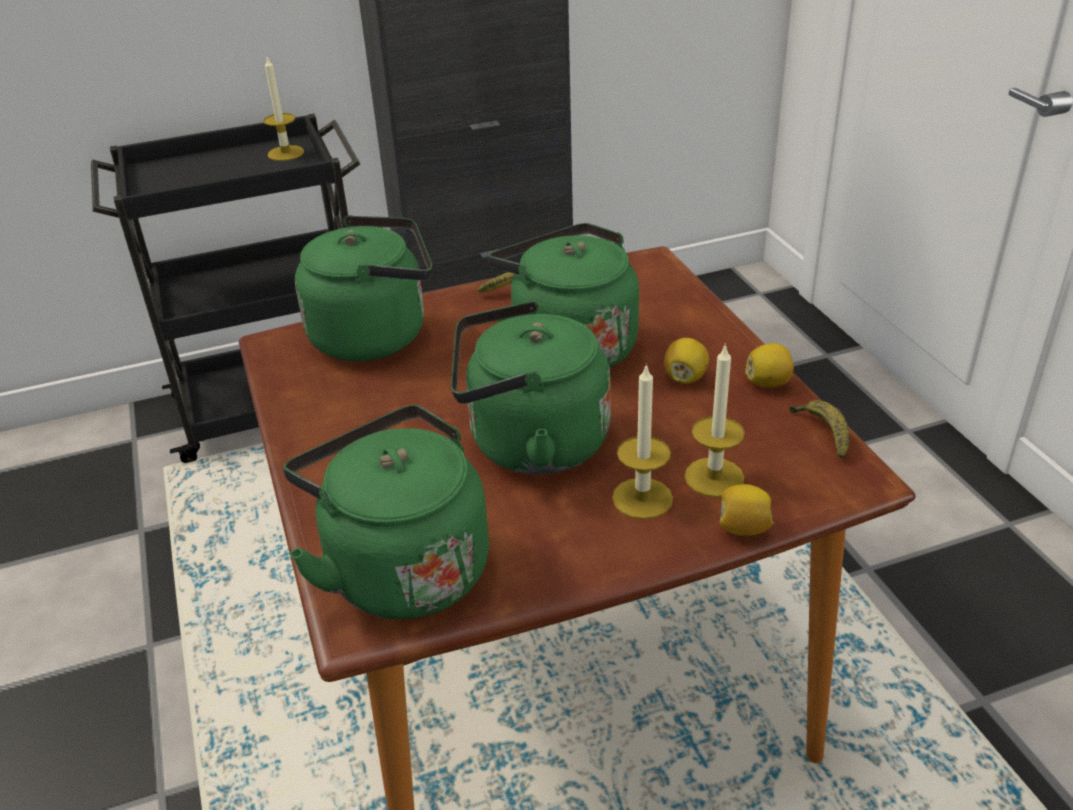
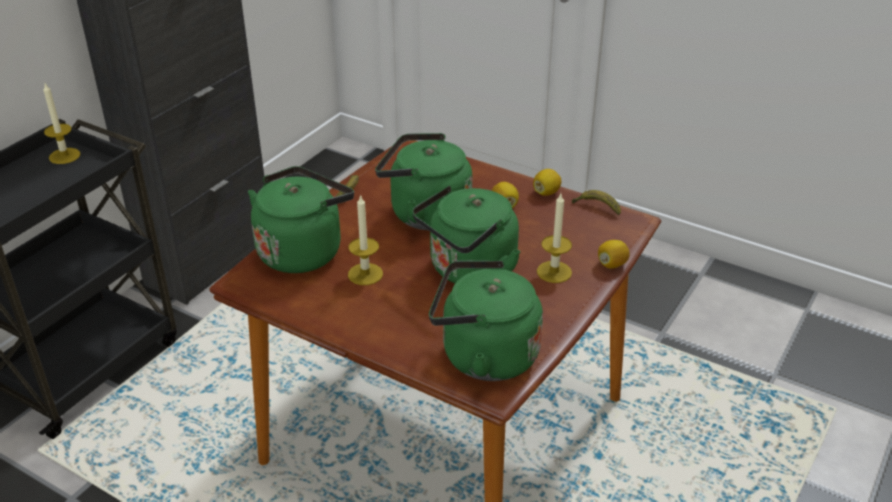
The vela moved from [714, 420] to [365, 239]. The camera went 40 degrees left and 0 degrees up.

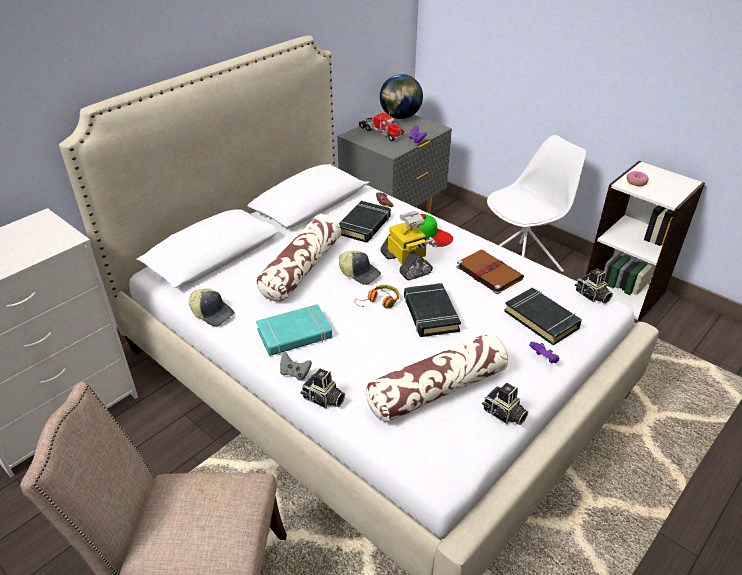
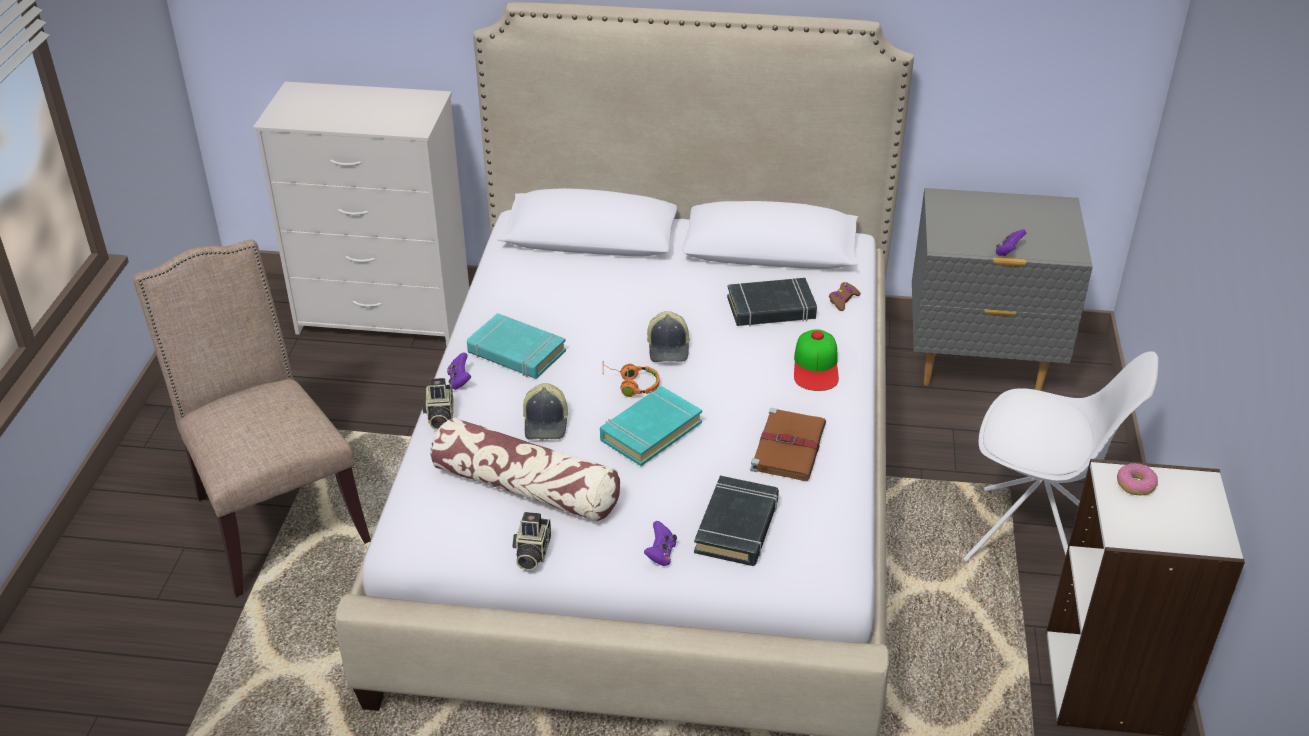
The cojín at [298, 258] disappeared. The camión de juguete at [382, 126] disappeared. The globo terráqueo at [401, 96] disappeared. The robot de juguete at [409, 245] disappeared. The cámara at [594, 286] disappeared. The gorra moved from [211, 307] to [545, 411]. The mando de consola/gris at [296, 366] became the mando de consola/morado at [459, 371]. The libro/negro at [432, 310] became the libro/turquesa at [651, 426]. The camera went 55 degrees right and 0 degrees up.

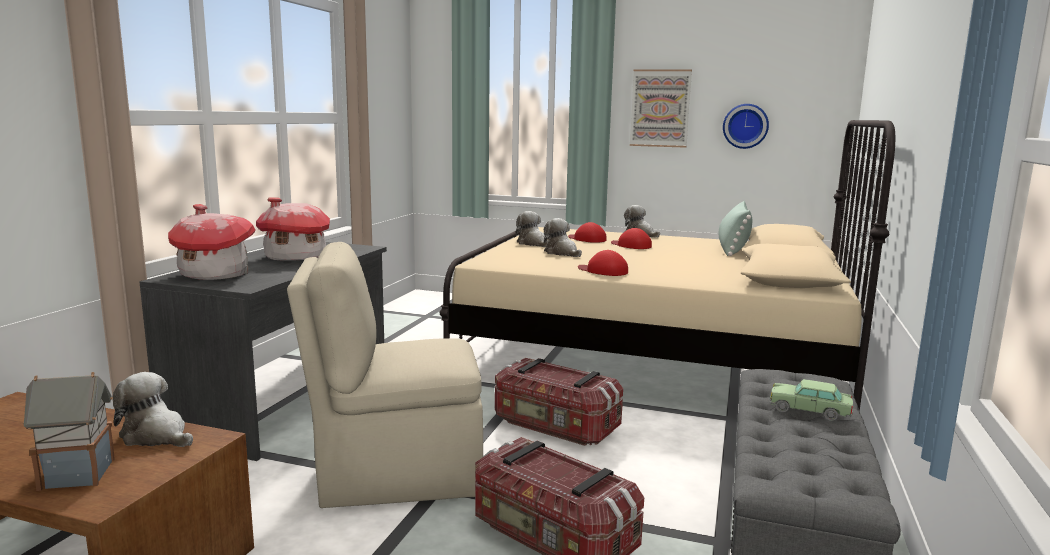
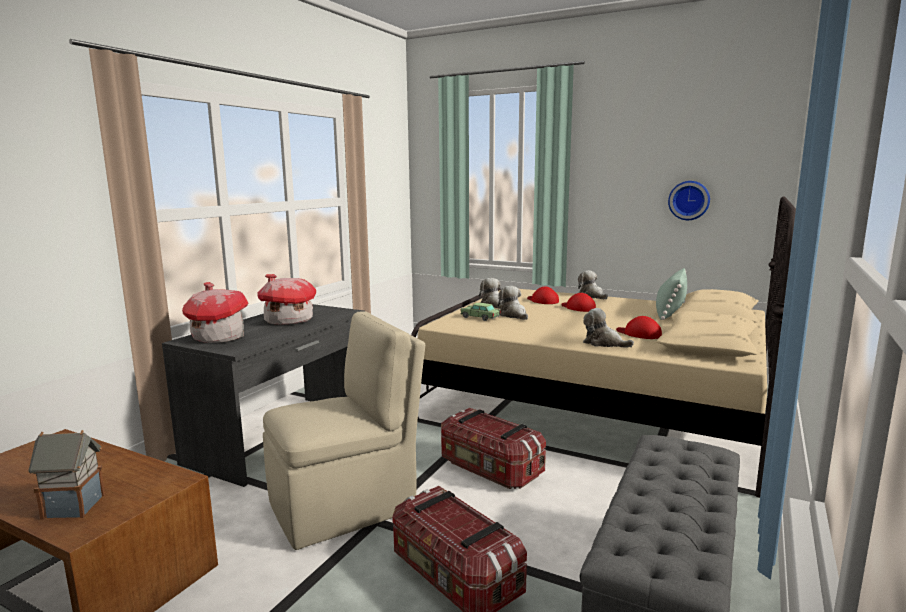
The cuadro at [661, 109] disappeared. The peluche moved from [153, 409] to [608, 328]. The gorra/rojo moved from [603, 263] to [639, 327]. The coche de juguete moved from [811, 400] to [480, 312]. The silla/beis at [385, 375] turned 150 degrees clockwise. The camera went 10 degrees right and 0 degrees up.

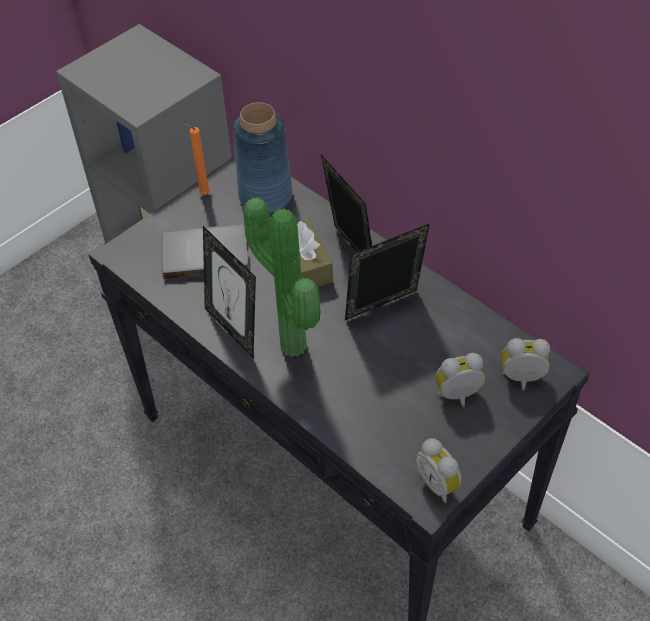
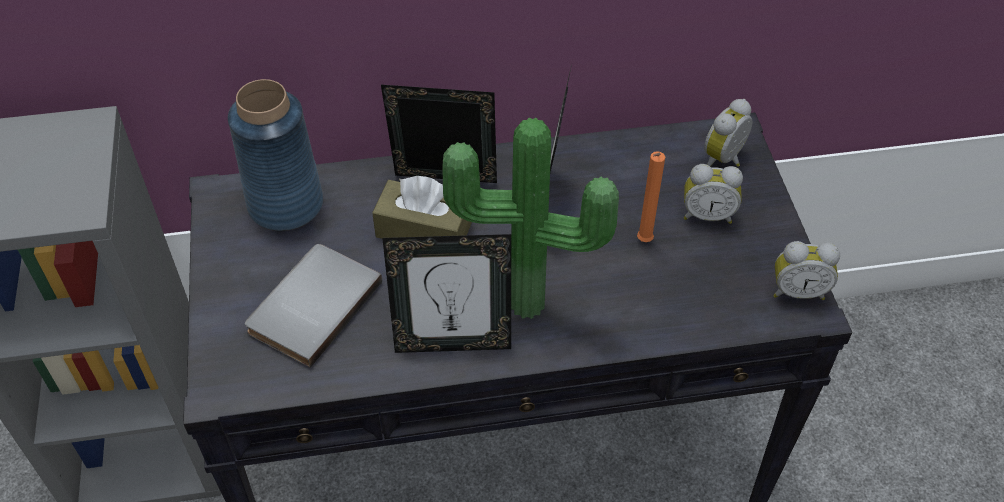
The vela/naranja moved from [196, 159] to [651, 196]. The despertador at [460, 380] turned 105 degrees counterclockwise. The camera went 55 degrees left and 0 degrees up.

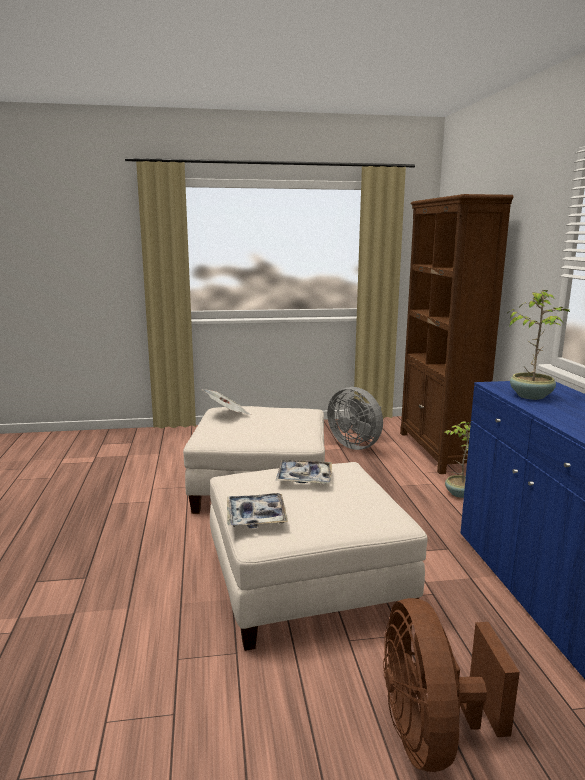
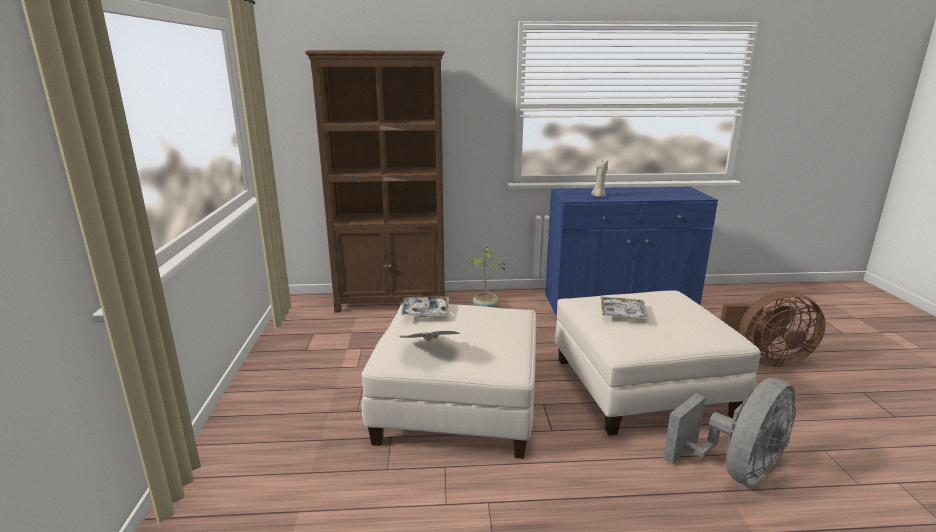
The bandeja moved from [257, 510] to [425, 306]. The ventilador/gris moved from [355, 418] to [729, 432]. The planta en maceta at [539, 345] was replaced by the vela/beis at [599, 177]. The camera went 85 degrees left and 5 degrees up.

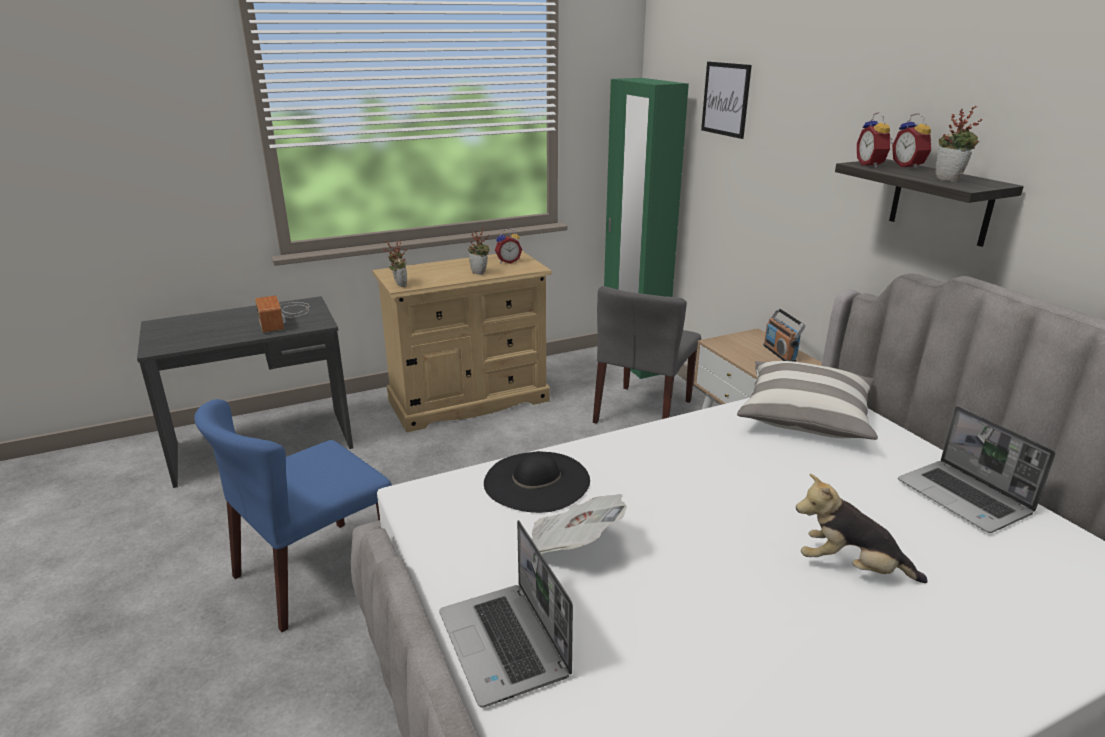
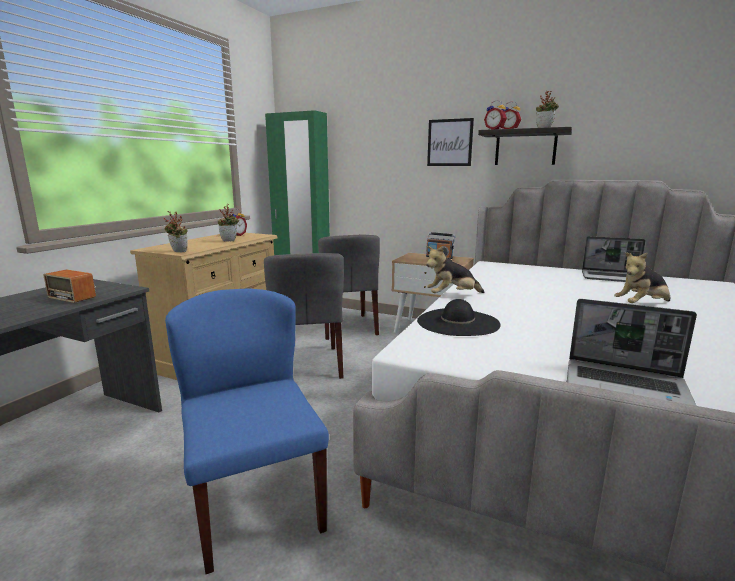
The periódico at [579, 523] disappeared. The cojín at [807, 400] disappeared. The silla/gris at [304, 316] appeared. The peluche at [455, 269] appeared. The cuadro moved from [726, 100] to [450, 142]. The silla/azul at [293, 515] turned 150 degrees clockwise. The camera went 40 degrees left and 10 degrees down.

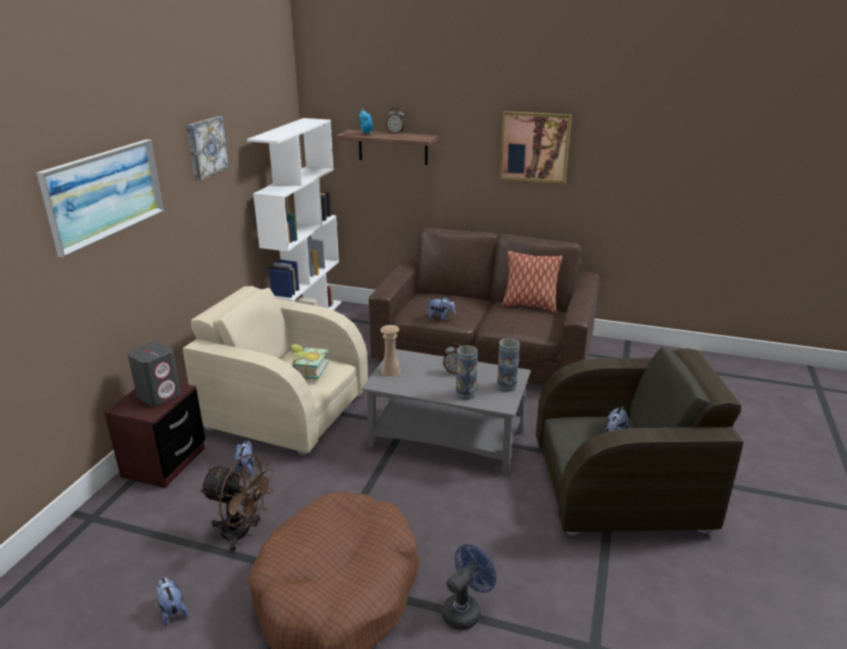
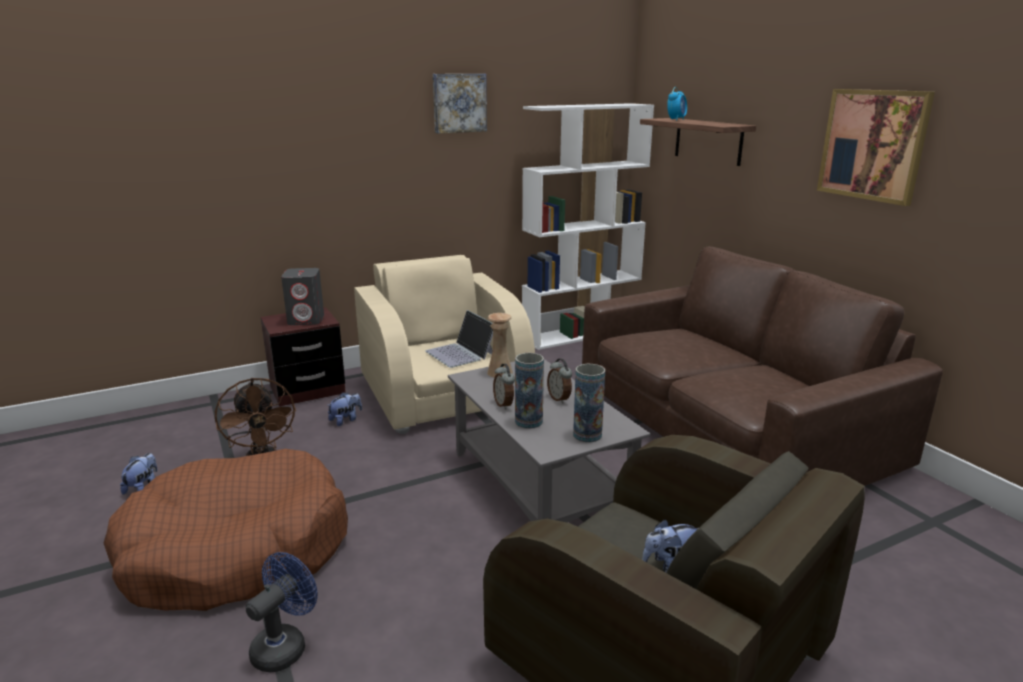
The cuadro at [100, 198] disappeared. The peluche at [442, 308] disappeared. The cojín at [532, 282] disappeared. The despertador moved from [395, 120] to [504, 387]. The libro at [310, 362] was replaced by the portátil at [459, 339]. The ventilador/azul at [468, 587] turned 60 degrees counterclockwise. The camera went 45 degrees right and 5 degrees down.

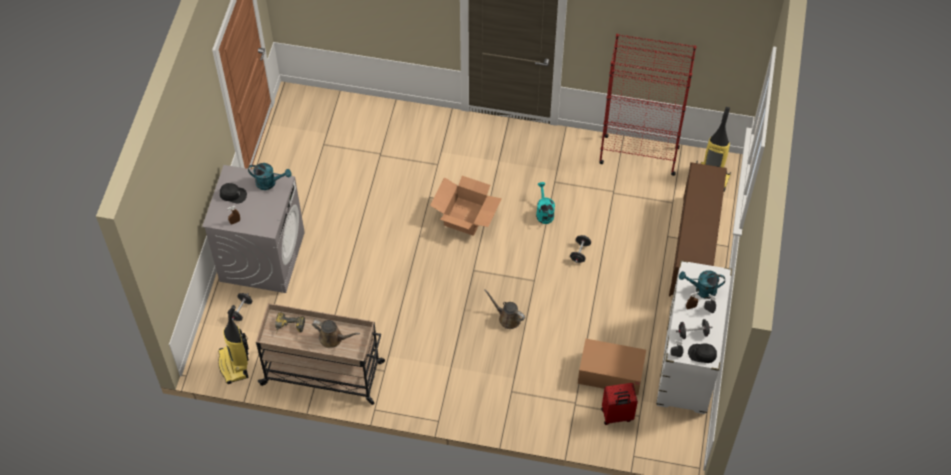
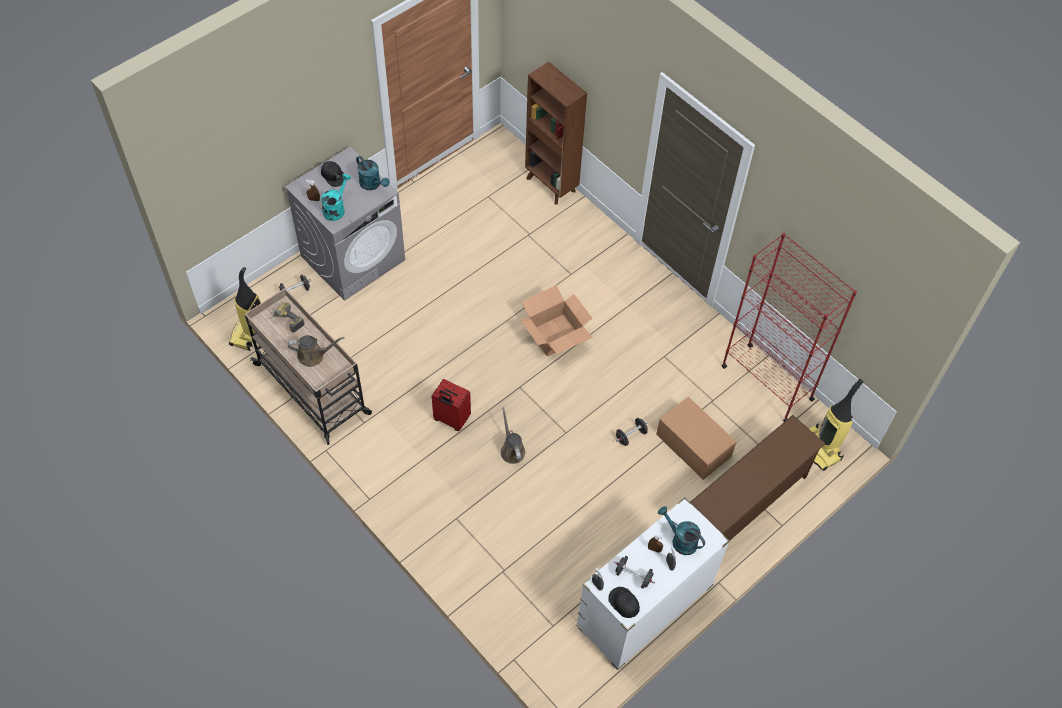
The estantería/marrón at [556, 133] appeared. The regadera/turquesa moved from [545, 203] to [336, 197]. The caja de cartón moved from [612, 367] to [696, 438]. The maleta/rojo moved from [619, 404] to [451, 405]. The regadera/marrón at [336, 334] turned 60 degrees counterclockwise. The camera went 35 degrees right and 0 degrees up.

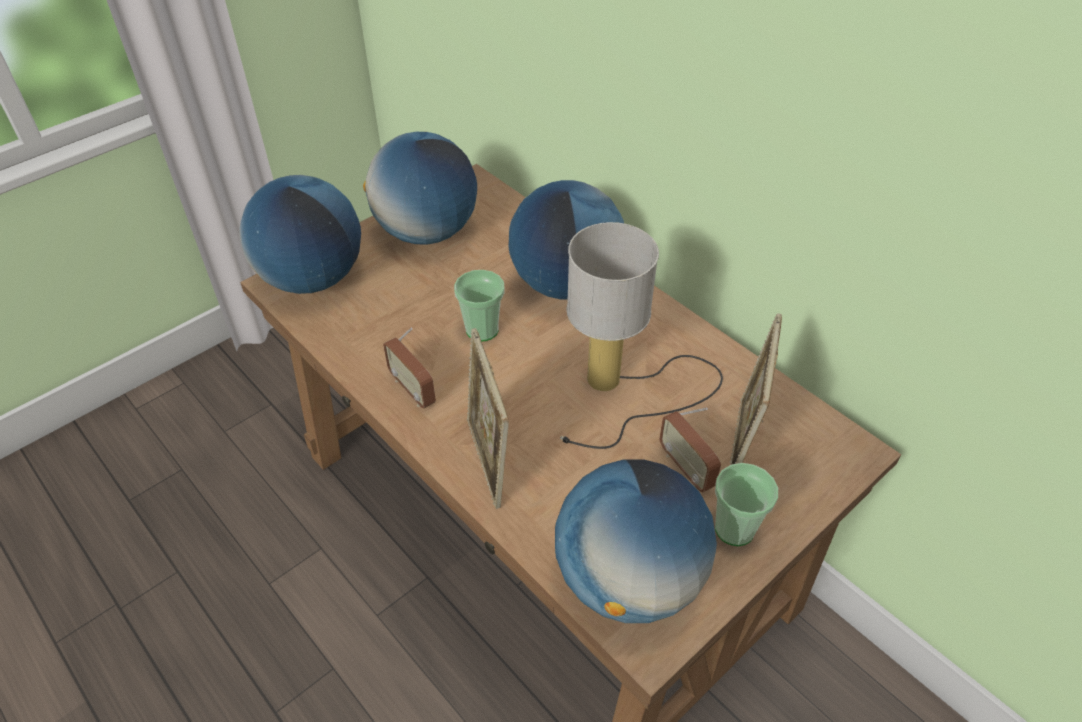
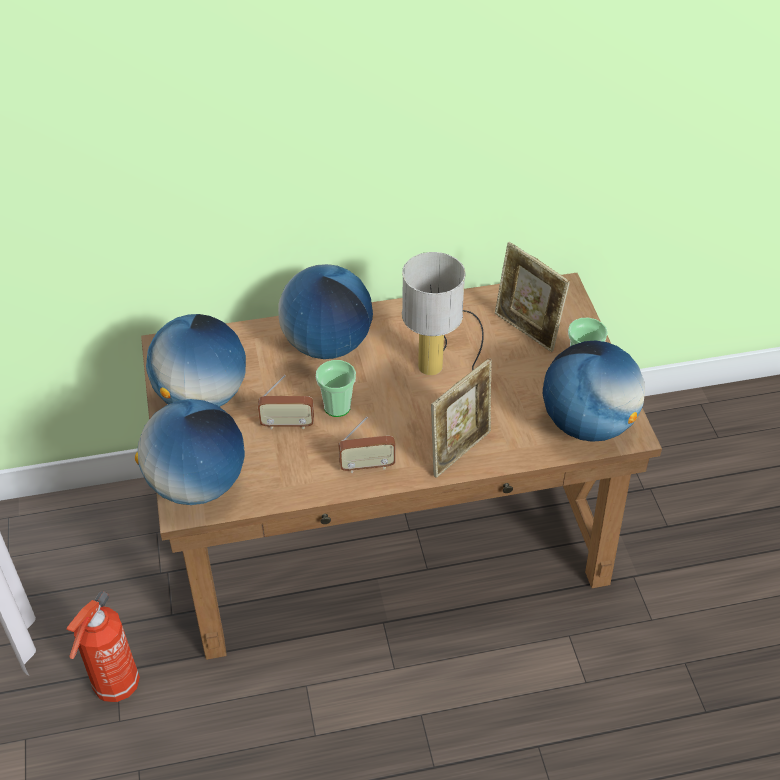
The extintor at [103, 646] appeared. The radio moved from [690, 450] to [286, 402]. The portarretratos at [488, 418] turned 60 degrees counterclockwise. The camera went 60 degrees left and 0 degrees up.

